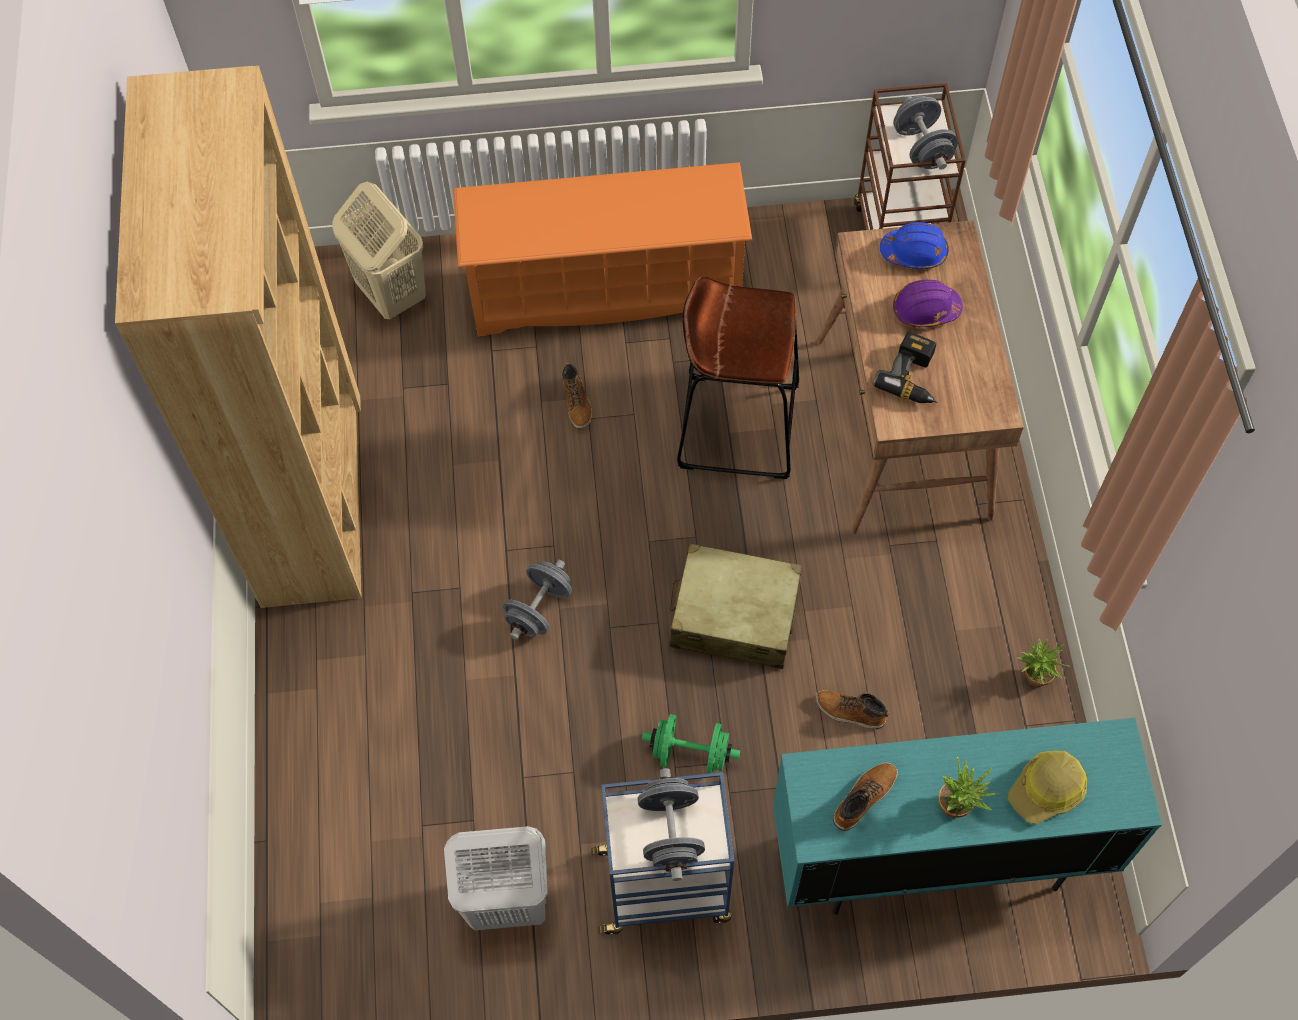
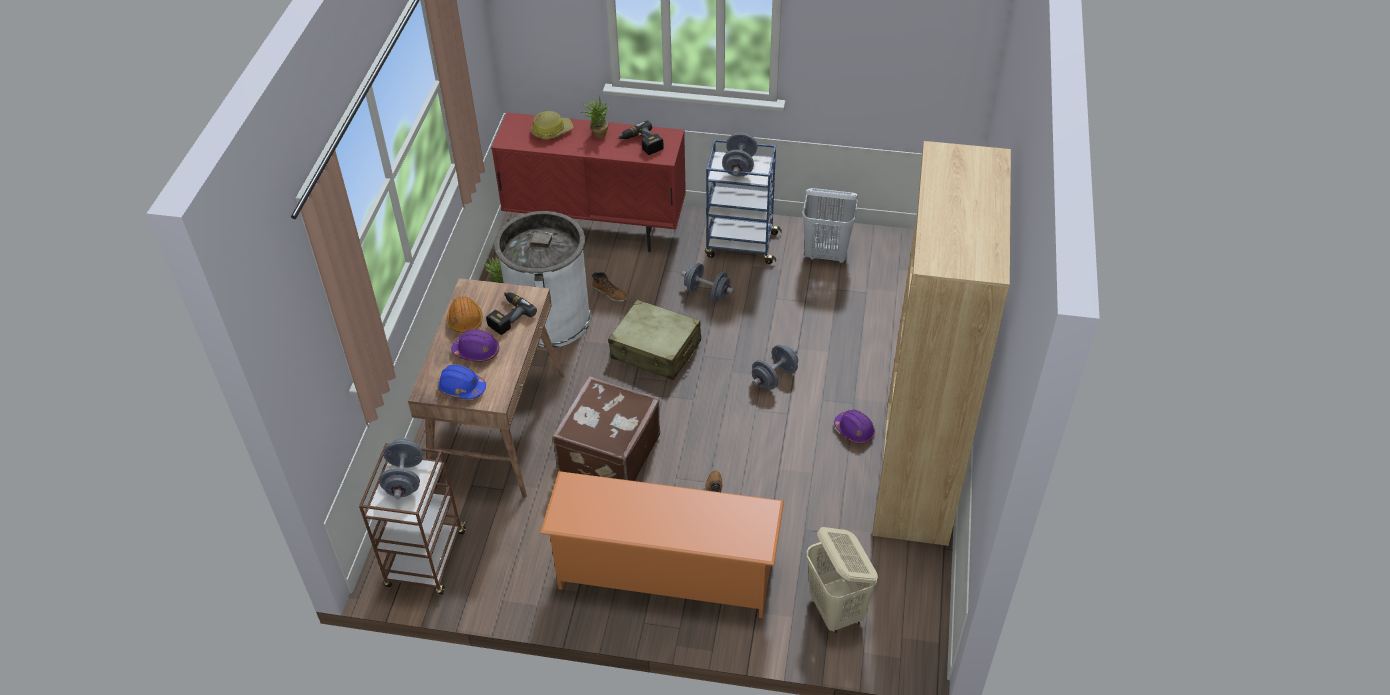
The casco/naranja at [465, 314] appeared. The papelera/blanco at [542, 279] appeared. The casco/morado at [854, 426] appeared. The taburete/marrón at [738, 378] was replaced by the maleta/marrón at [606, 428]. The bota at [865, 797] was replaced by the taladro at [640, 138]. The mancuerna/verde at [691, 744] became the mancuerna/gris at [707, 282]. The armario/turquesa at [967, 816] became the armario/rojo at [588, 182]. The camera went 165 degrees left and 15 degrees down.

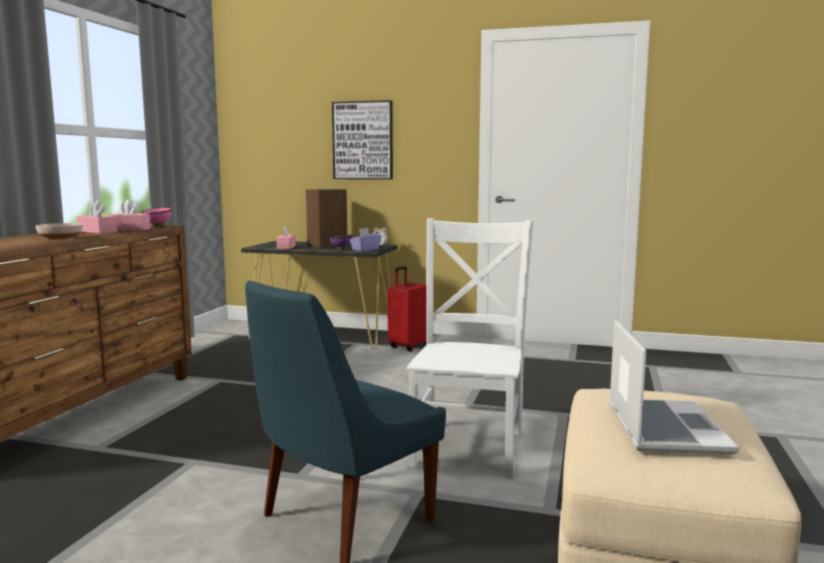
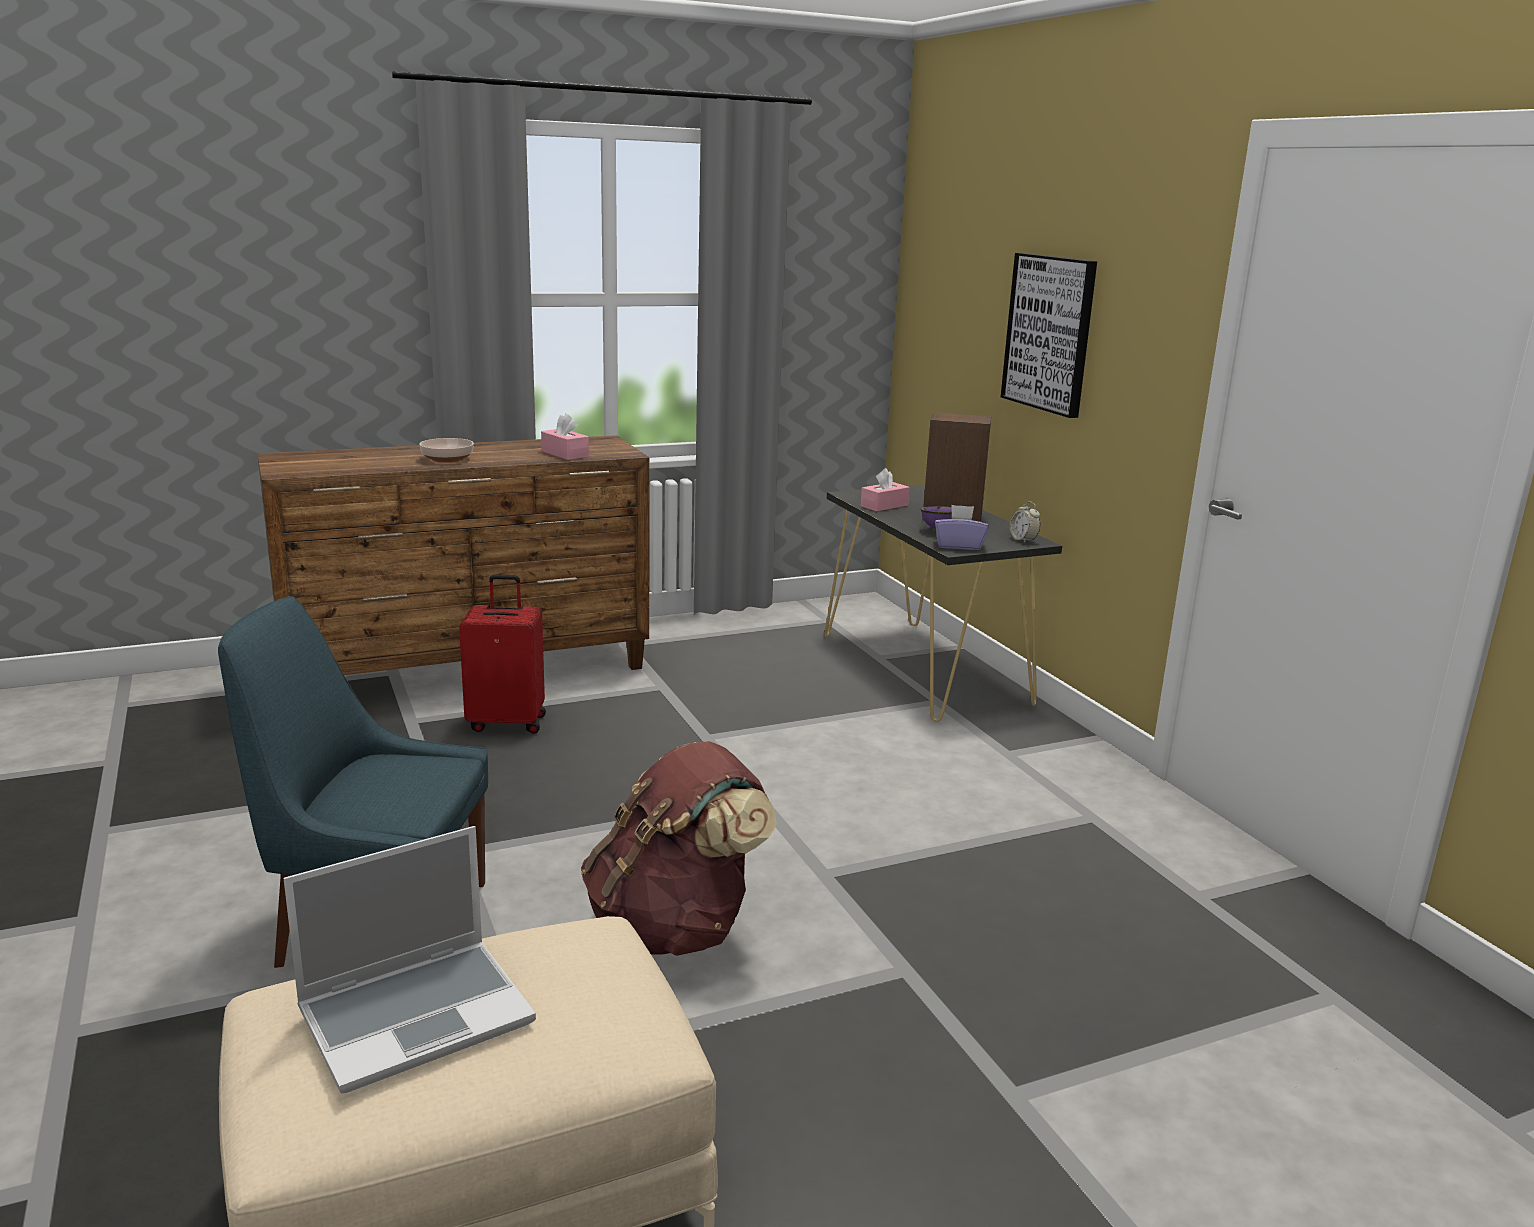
The caja de pañuelos/rosa at [97, 217] disappeared. The cuenco/rosa at [156, 216] disappeared. The maleta/rojo moved from [407, 308] to [502, 653]. The silla/blanco at [469, 347] was replaced by the mochila/marrón at [679, 848]. The camera went 50 degrees right and 10 degrees up.

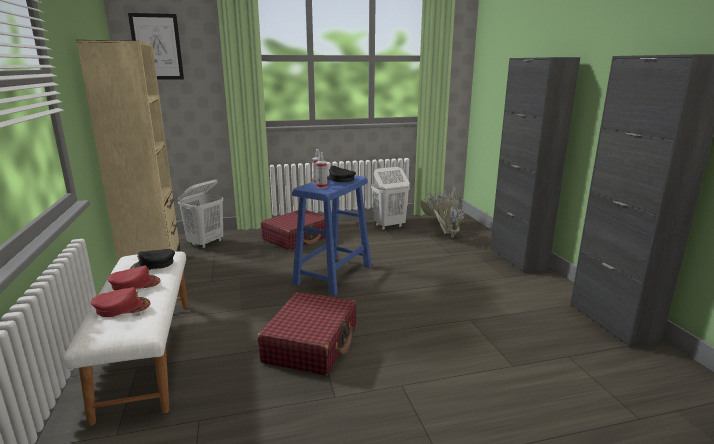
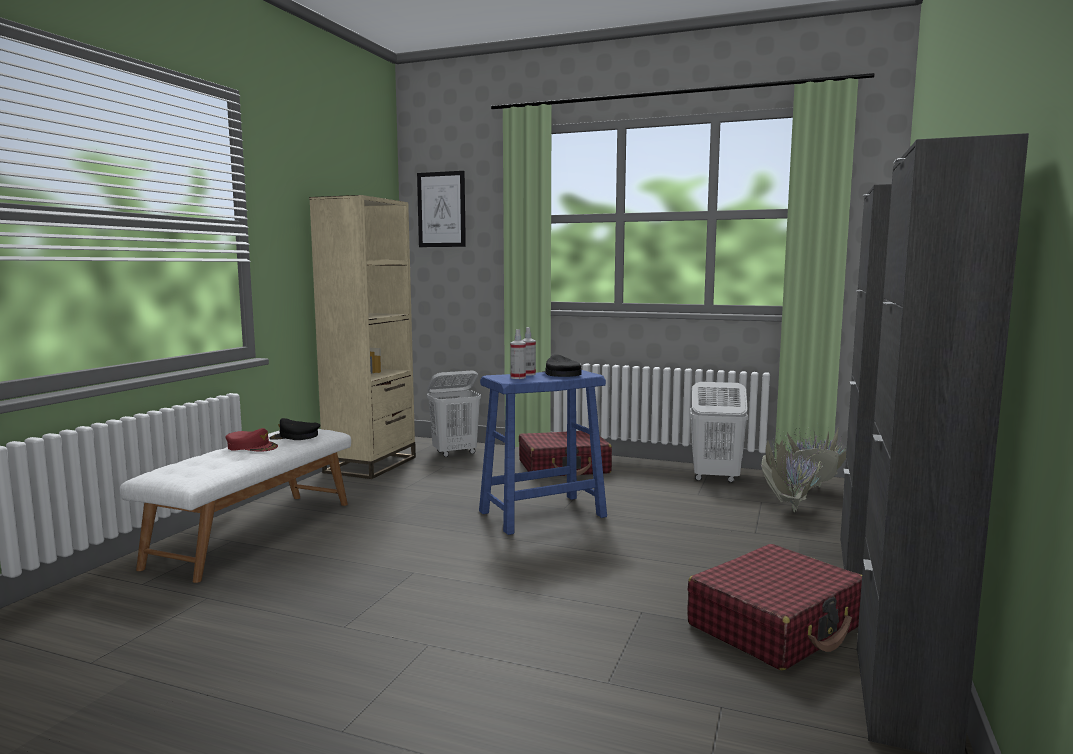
The gorra/rojo at [120, 302] disappeared. The maleta/rojo moved from [307, 333] to [774, 607]. The camera went 35 degrees right and 10 degrees down.

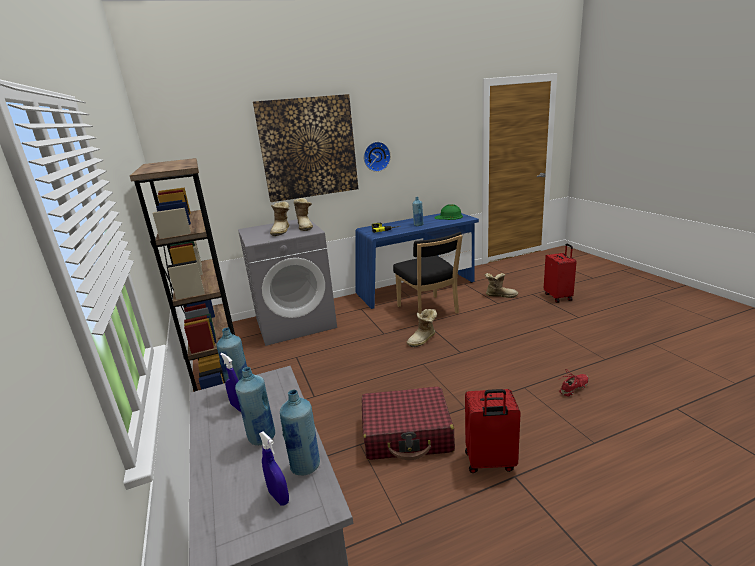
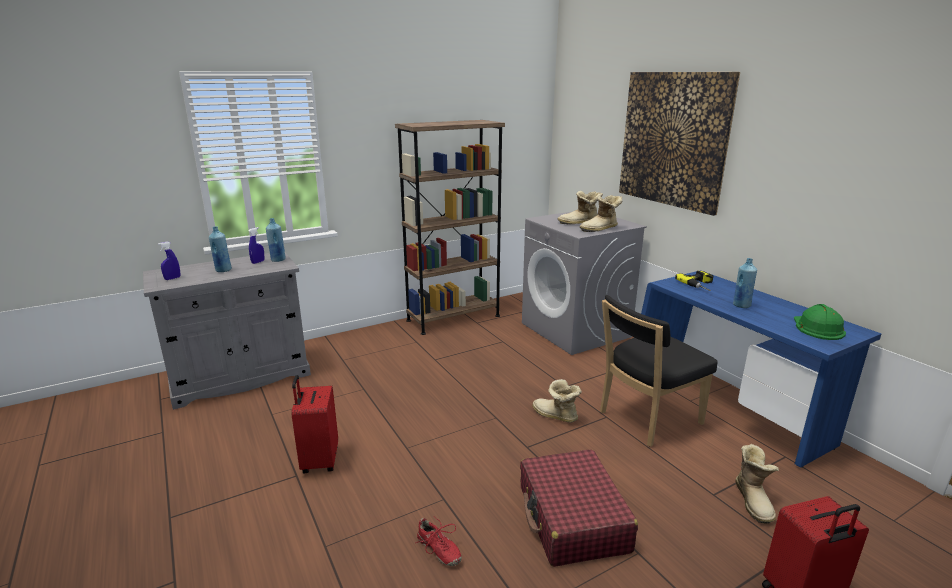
The botella/azul at [300, 432] disappeared. The reloj de pared at [377, 157] disappeared. The maleta/rojo moved from [408, 423] to [579, 508]. The camera went 80 degrees right and 0 degrees up.

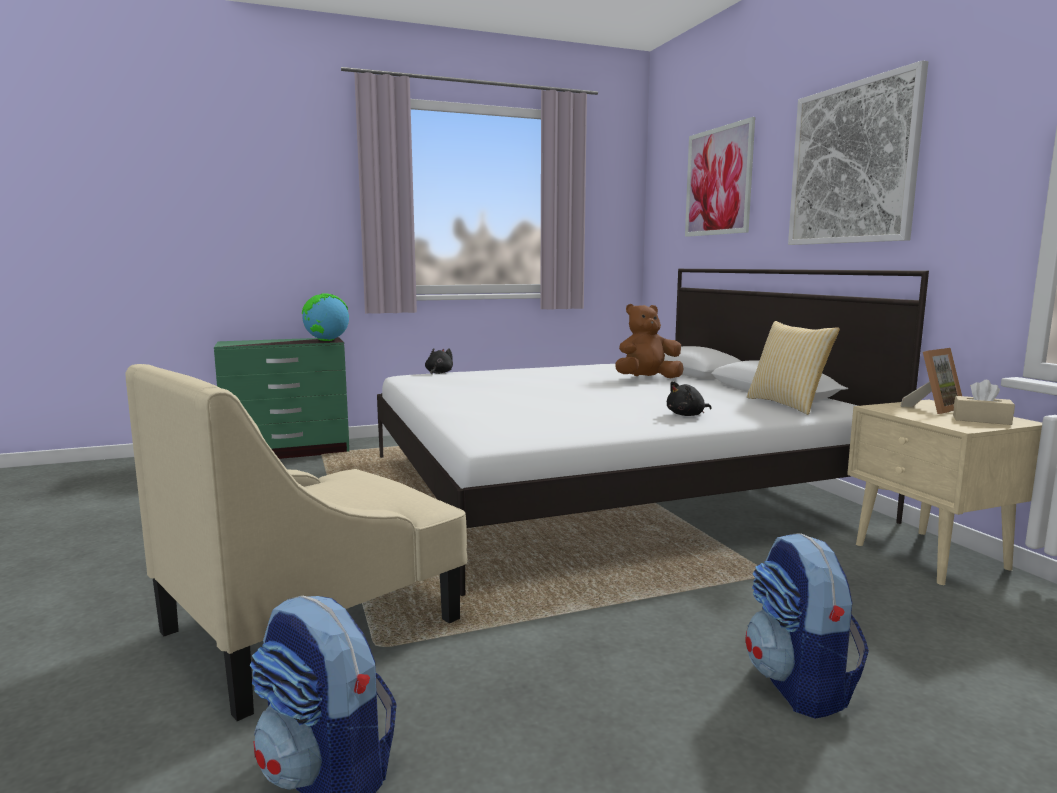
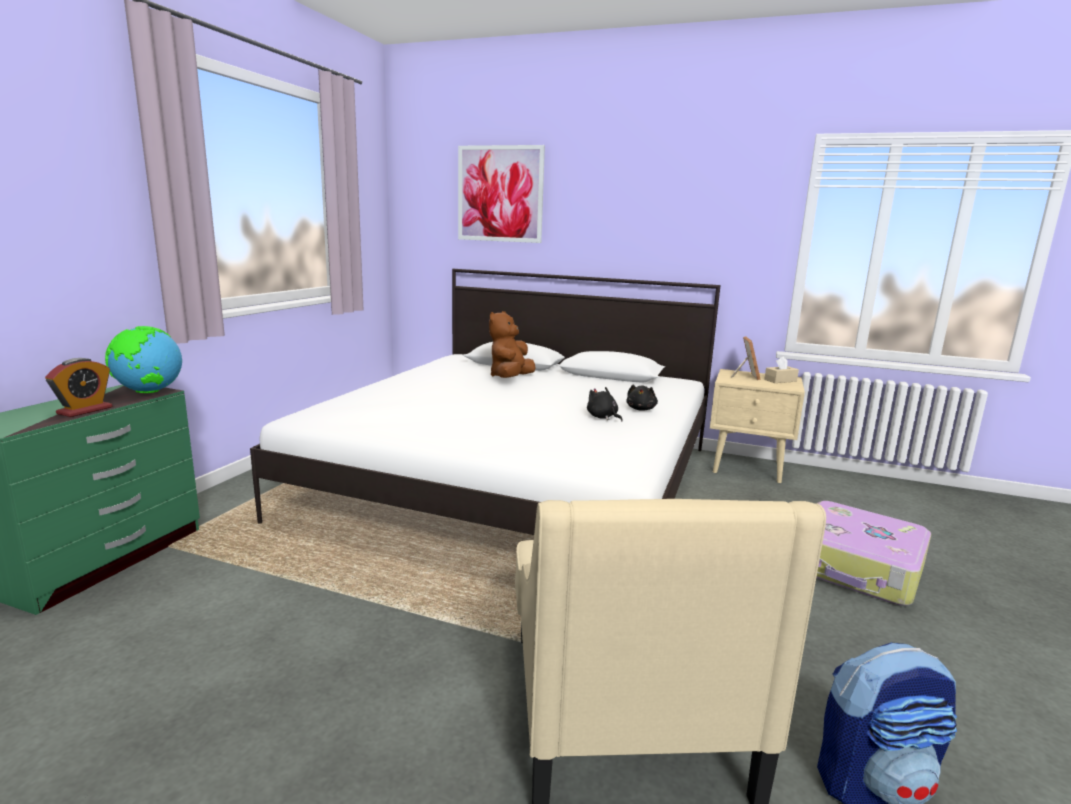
The cojín at [793, 368] disappeared. The cuadro at [858, 152] disappeared. The despertador at [78, 387] appeared. The peluche/negro moved from [439, 361] to [605, 404]. The mochila at [807, 626] was replaced by the maleta at [873, 553]. The camera went 50 degrees left and 5 degrees up.

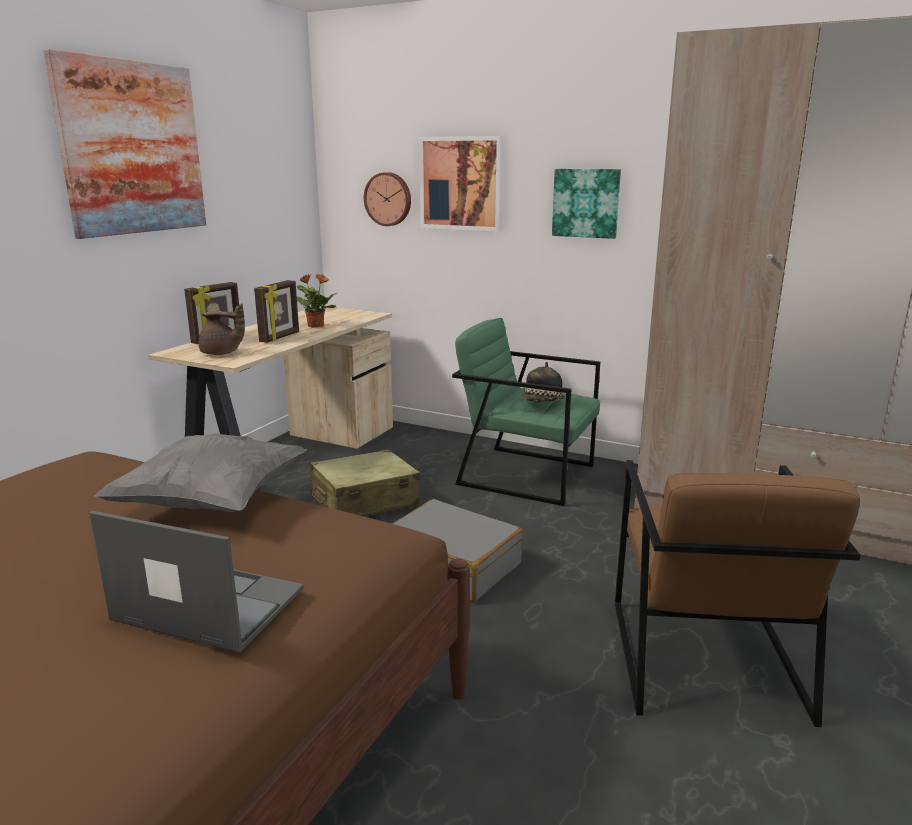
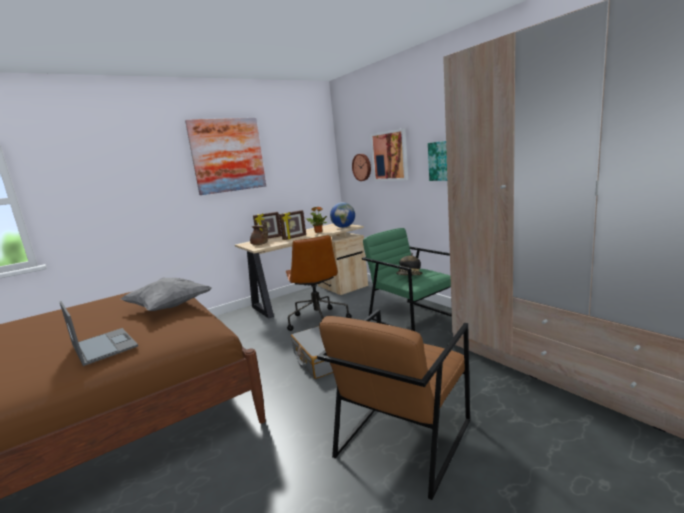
The globo terráqueo at [342, 215] appeared. The maleta/beis at [365, 482] was replaced by the silla de oficina/marrón at [319, 283]. The camera went 30 degrees right and 5 degrees down.

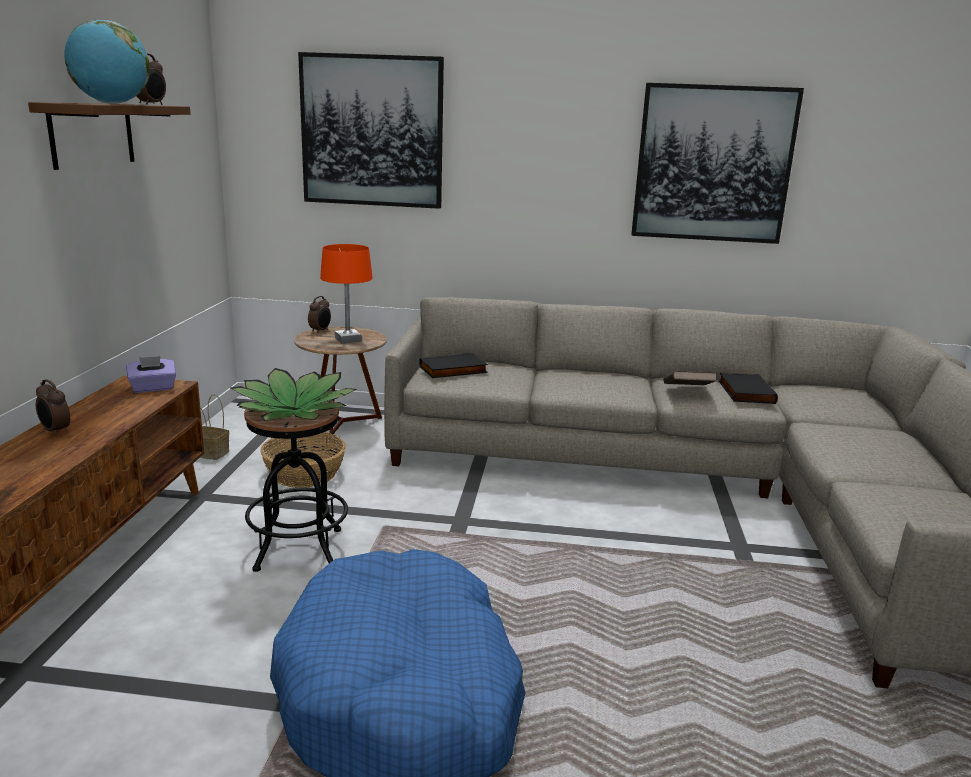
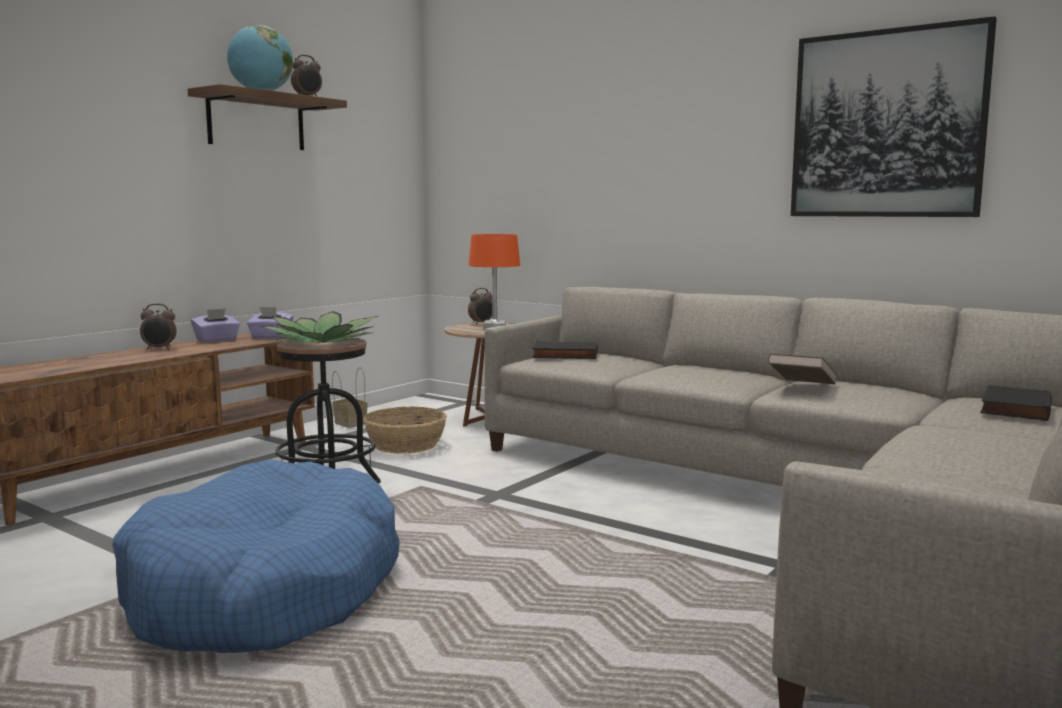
The cuadro at [371, 130] disappeared. The caja de pañuelos/morado at [215, 325] appeared. The libro/negro moved from [748, 388] to [1016, 403]. The despertador at [53, 407] turned 75 degrees counterclockwise. The camera went 30 degrees right and 10 degrees down.

